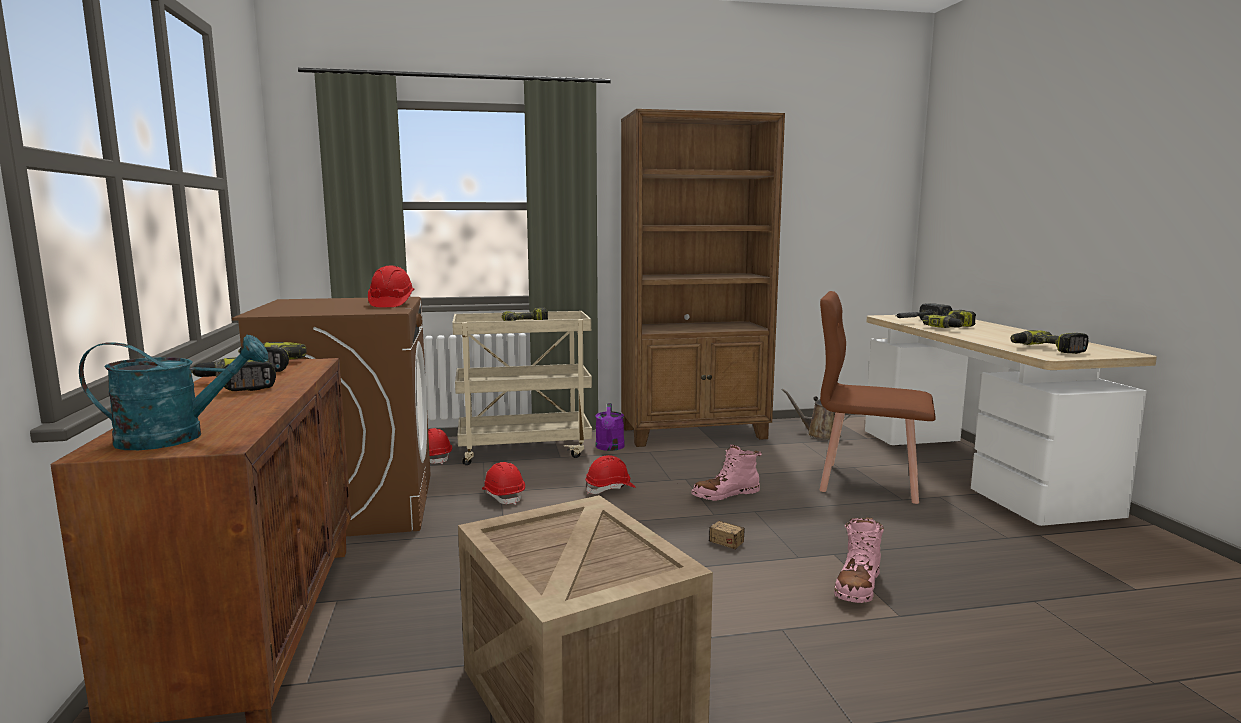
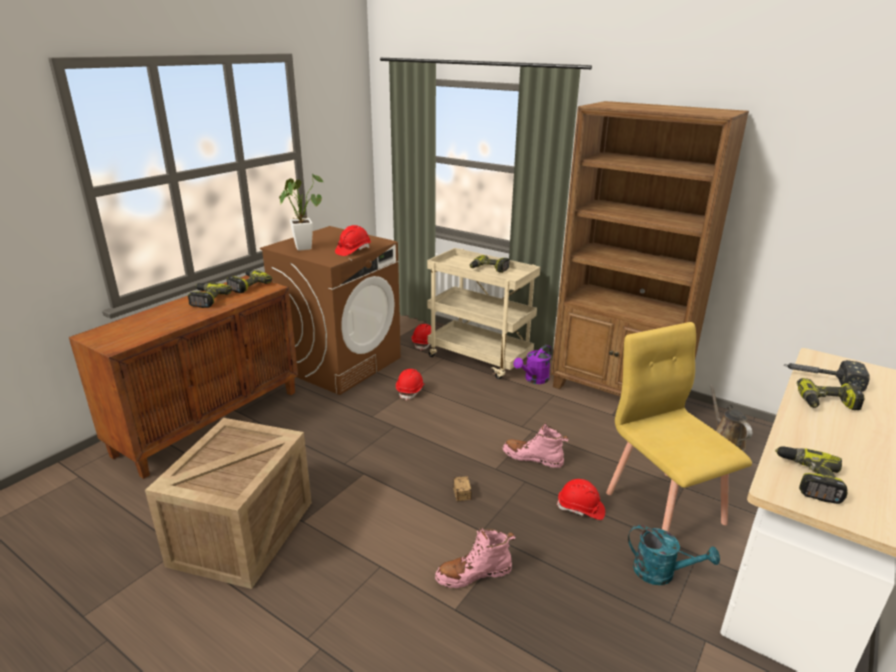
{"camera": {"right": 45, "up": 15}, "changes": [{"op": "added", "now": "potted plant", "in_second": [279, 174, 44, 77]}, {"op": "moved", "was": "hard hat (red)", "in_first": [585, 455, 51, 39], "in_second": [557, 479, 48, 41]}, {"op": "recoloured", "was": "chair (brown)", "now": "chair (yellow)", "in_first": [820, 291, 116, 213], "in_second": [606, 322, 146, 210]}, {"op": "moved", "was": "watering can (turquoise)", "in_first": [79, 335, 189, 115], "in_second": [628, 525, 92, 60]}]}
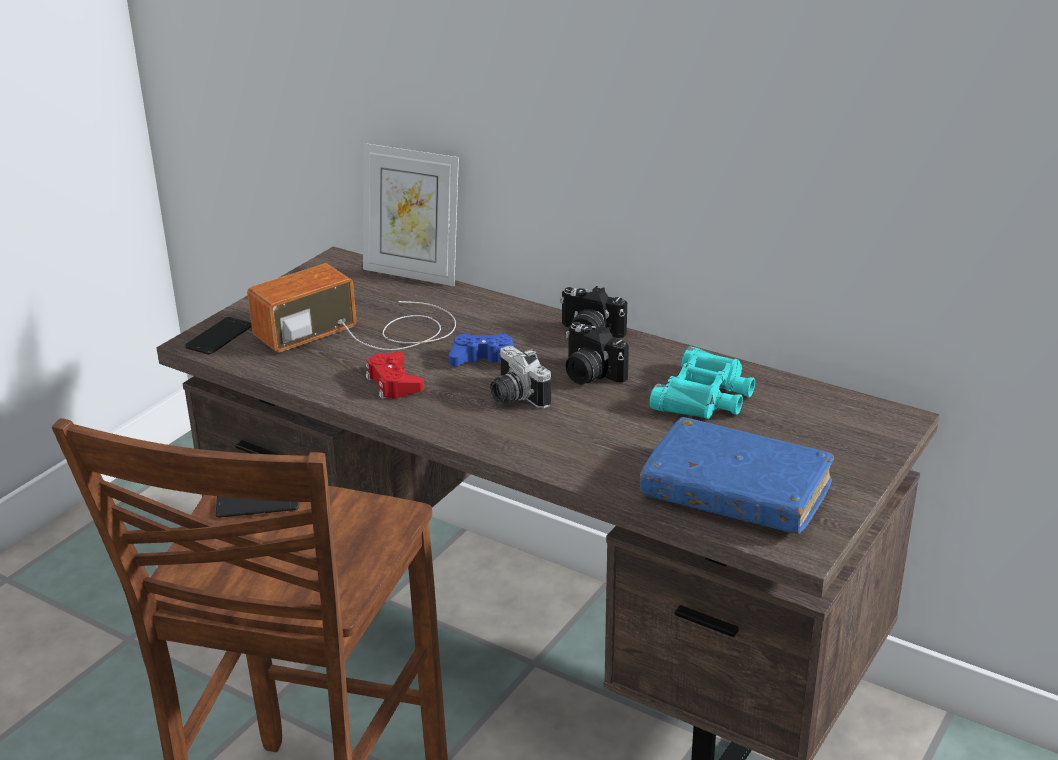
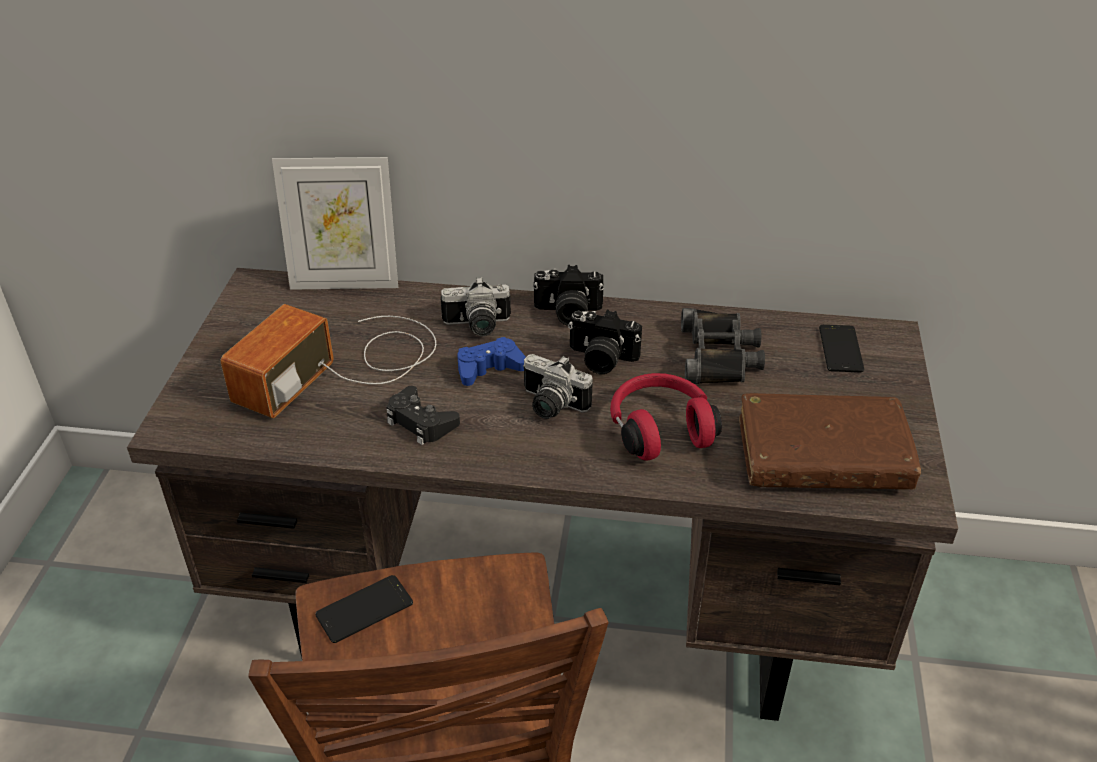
{"camera": {"right": -25, "up": 10}, "changes": [{"op": "recoloured", "was": "game controller (red)", "now": "game controller (black)", "in_first": [366, 352, 58, 47], "in_second": [386, 386, 74, 59]}, {"op": "added", "now": "photo camera", "in_second": [441, 277, 70, 59]}, {"op": "added", "now": "headphones (red)", "in_second": [610, 373, 112, 88]}, {"op": "recoloured", "was": "binoculars (turquoise)", "now": "binoculars (black)", "in_first": [650, 346, 105, 73], "in_second": [681, 308, 84, 76]}, {"op": "recoloured", "was": "book (blue)", "now": "book (brown)", "in_first": [640, 417, 194, 117], "in_second": [739, 393, 182, 96]}, {"op": "moved", "was": "phone", "in_first": [185, 317, 67, 38], "in_second": [819, 325, 45, 48]}]}
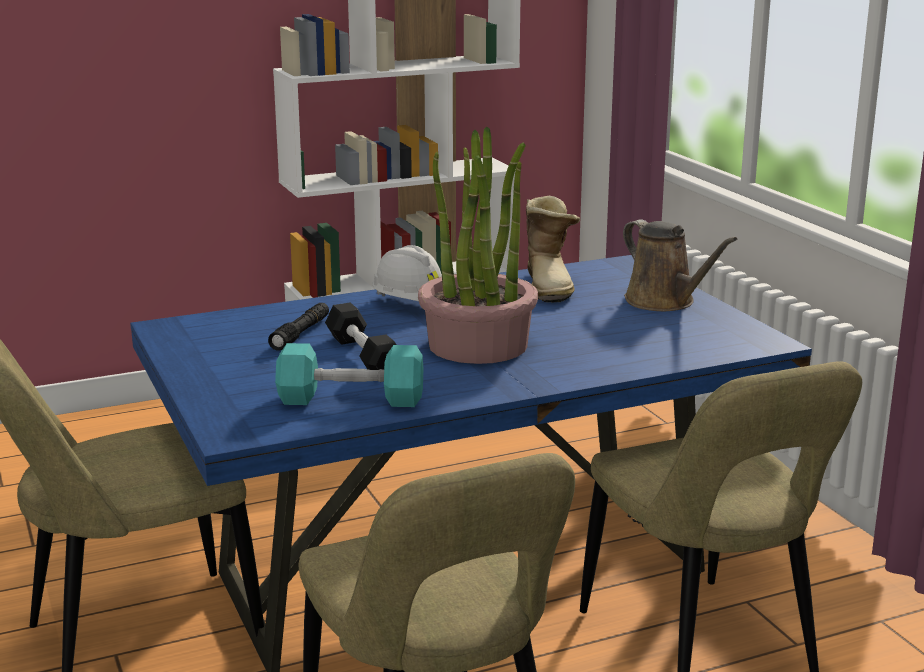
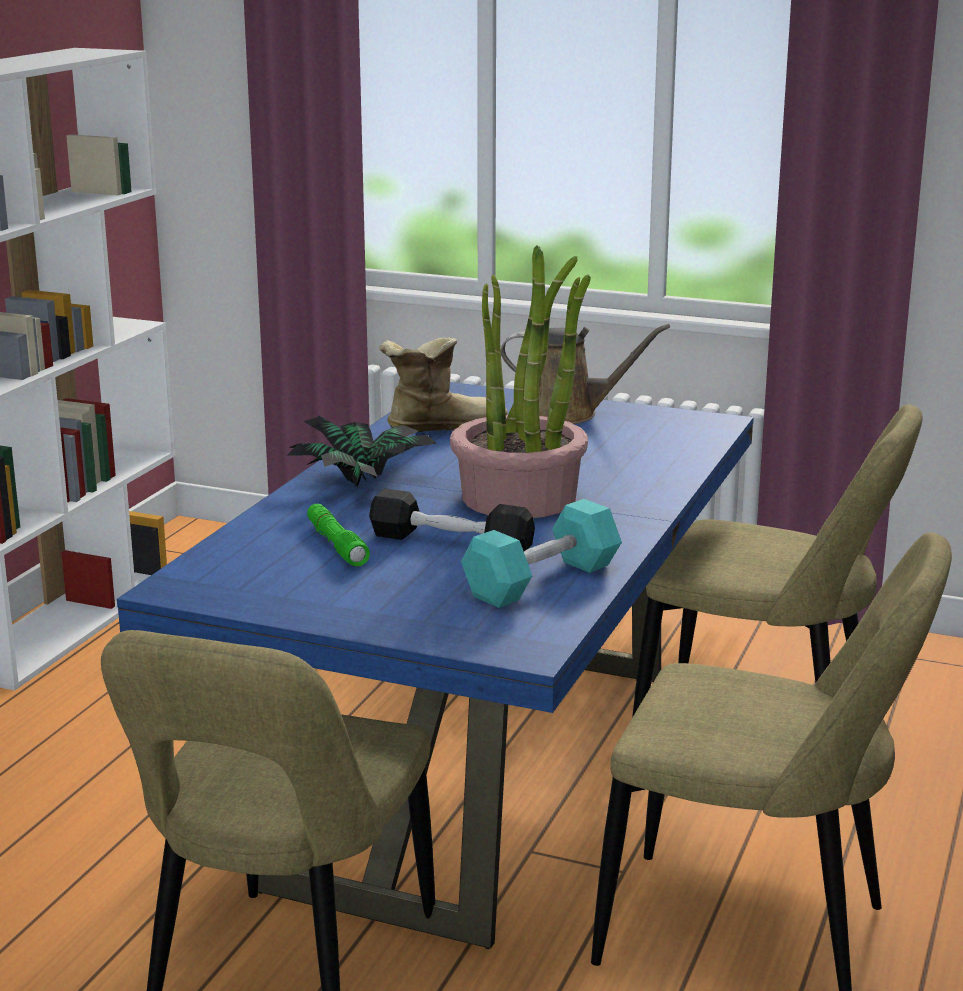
{"camera": {"right": -45, "up": 0}, "changes": [{"op": "replaced", "was": "hard hat (white)", "now": "potted plant", "in_first": [372, 245, 70, 56], "in_second": [287, 415, 150, 72]}, {"op": "recoloured", "was": "flashlight (black)", "now": "flashlight (green)", "in_first": [268, 303, 61, 48], "in_second": [307, 504, 63, 62]}, {"op": "turned", "was": "boot", "in_first": [526, 196, 54, 107], "in_second": [379, 337, 129, 95], "clockwise": -60}]}
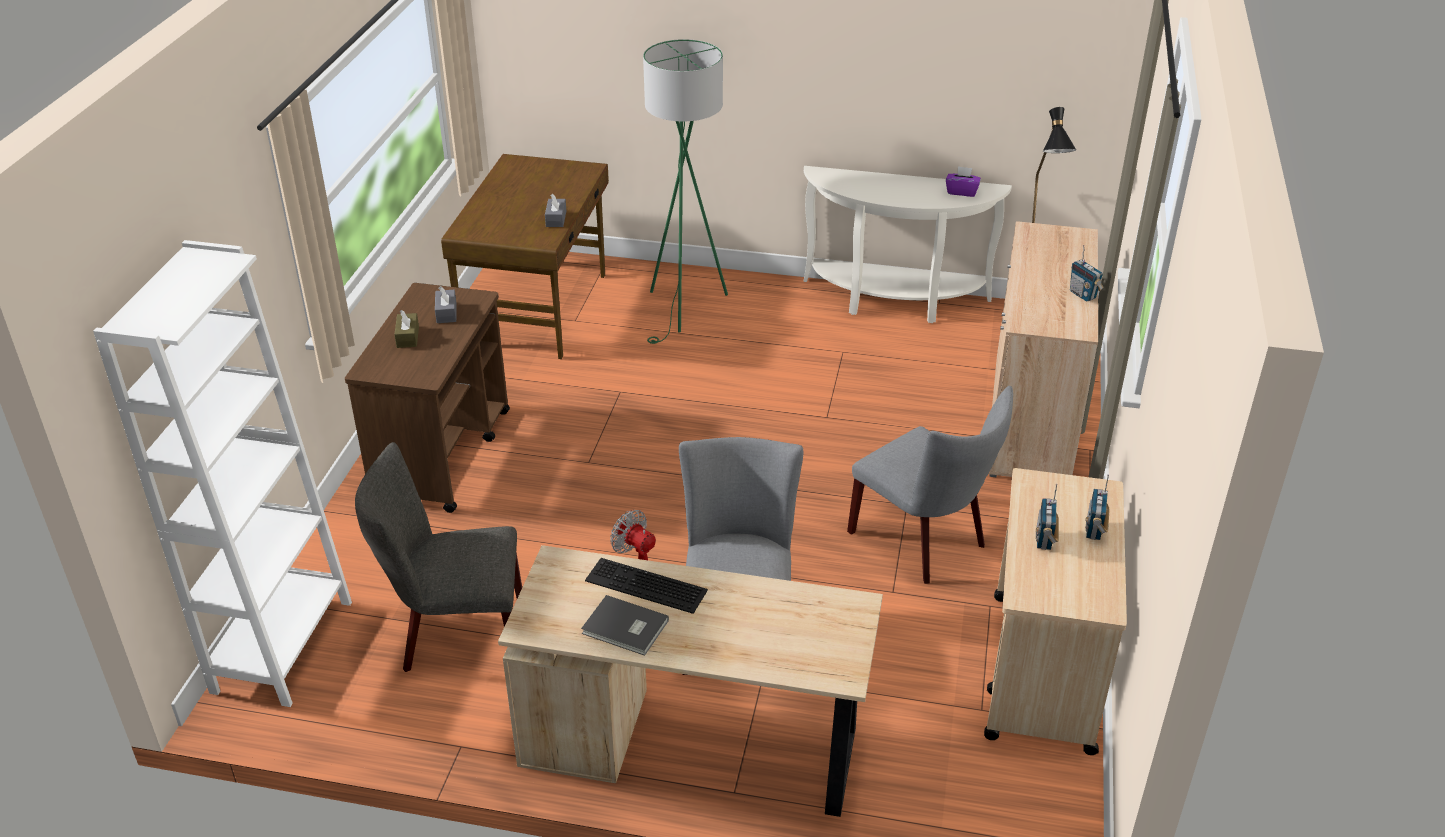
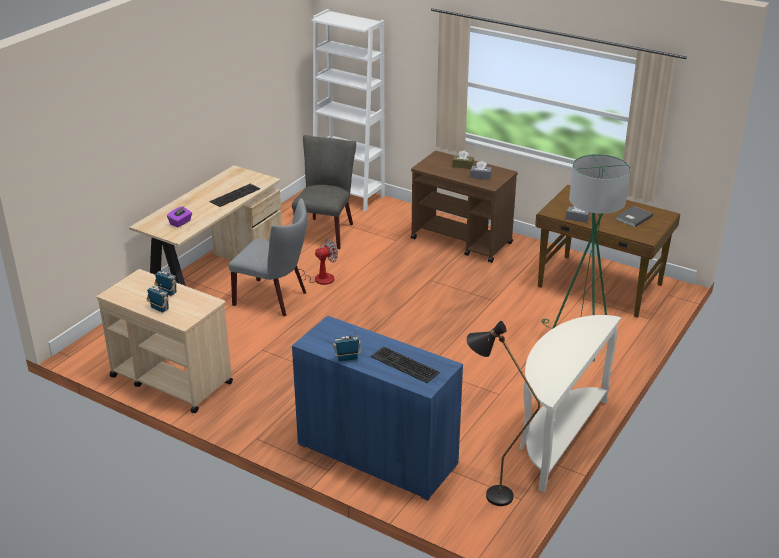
{"camera": {"right": 110, "up": -5}, "changes": [{"op": "moved", "was": "tissue box (purple)", "in_first": [946, 166, 35, 31], "in_second": [167, 206, 25, 21]}, {"op": "recoloured", "was": "cabinet (beige)", "now": "cabinet (blue)", "in_first": [988, 221, 110, 256], "in_second": [292, 315, 171, 186]}, {"op": "added", "now": "keyboard", "in_second": [371, 347, 69, 36]}, {"op": "moved", "was": "book (grey)", "in_first": [581, 595, 88, 61], "in_second": [615, 206, 38, 21]}, {"op": "removed", "was": "chair (grey)", "in_first": [847, 386, 166, 198]}]}
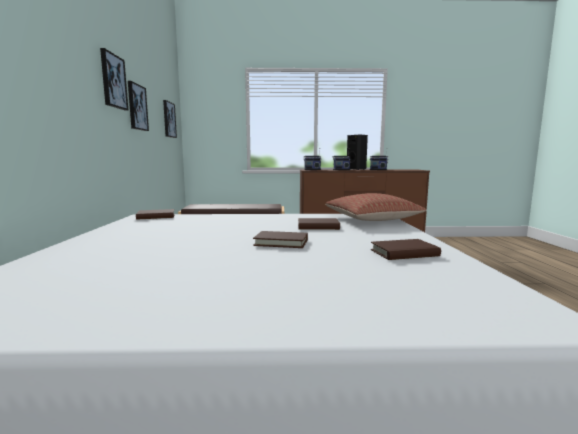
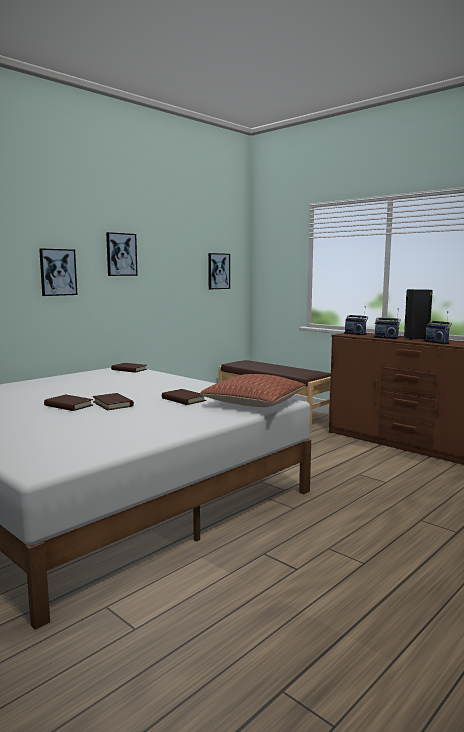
{"camera": {"right": 45, "up": 0}, "changes": [{"op": "moved", "was": "picture", "in_first": [128, 81, 21, 50], "in_second": [39, 248, 38, 48]}, {"op": "moved", "was": "book (brown)", "in_first": [371, 239, 70, 21], "in_second": [44, 394, 49, 17]}]}
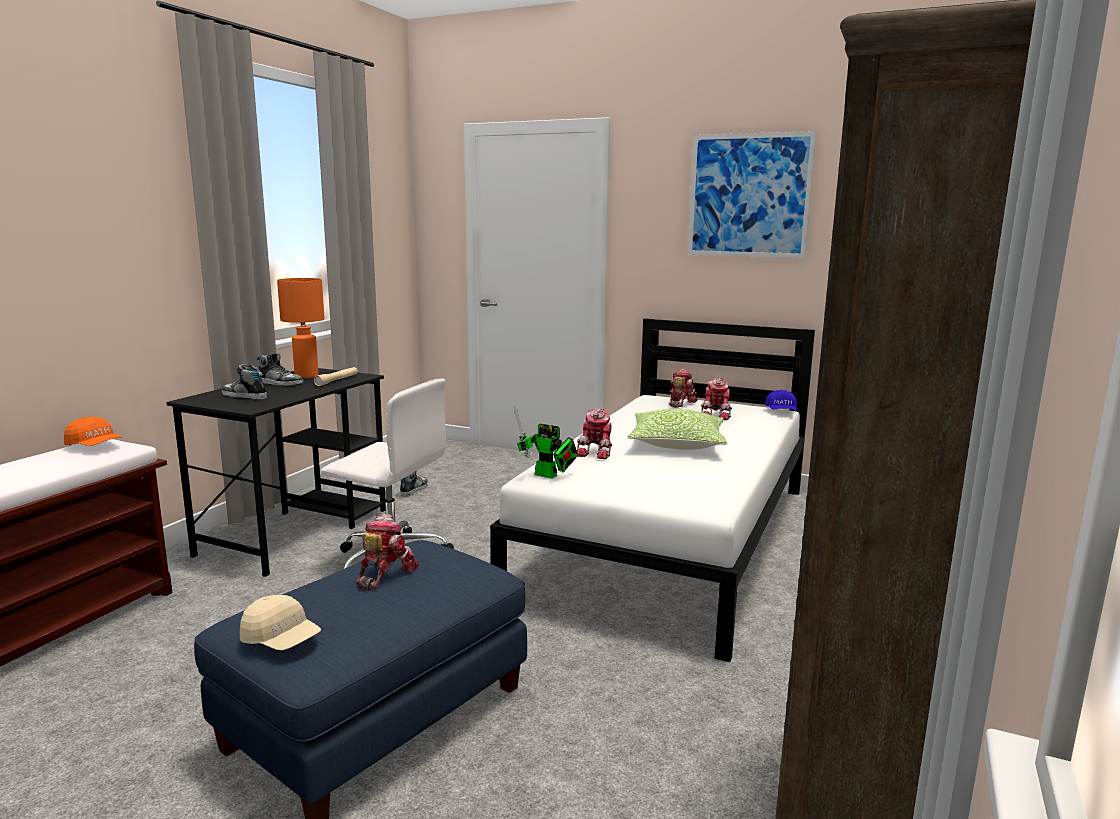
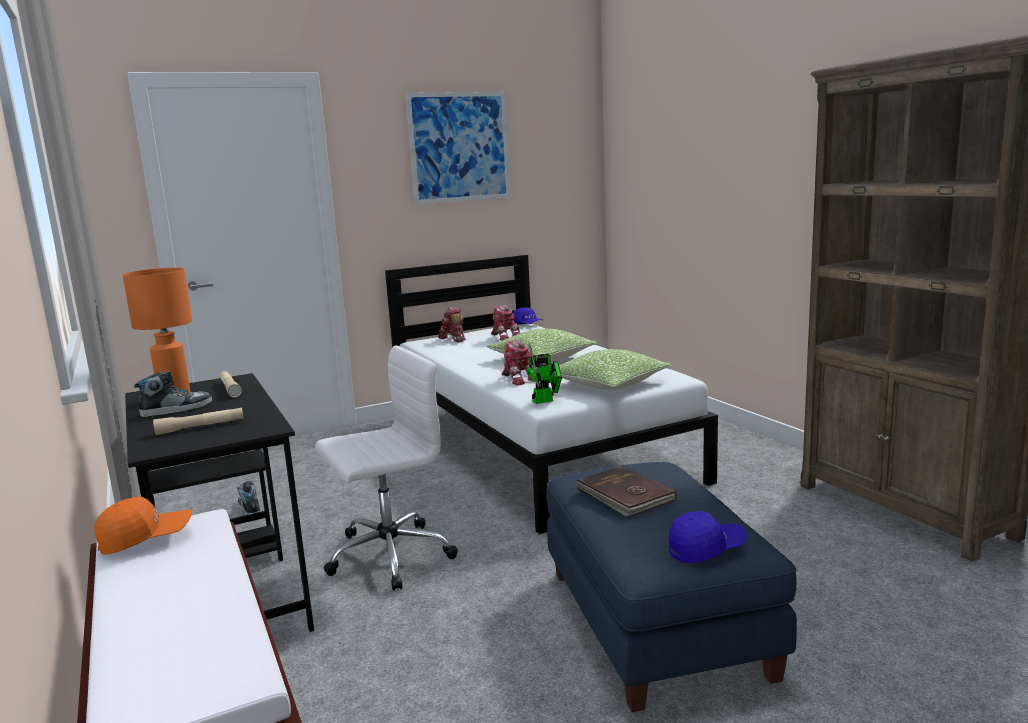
{"camera": {"right": -50, "up": 0}, "changes": [{"op": "replaced", "was": "shoe", "now": "flashlight (beige)", "in_first": [222, 364, 45, 35], "in_second": [153, 407, 91, 28]}, {"op": "added", "now": "pillow", "in_second": [559, 349, 113, 40]}, {"op": "replaced", "was": "toy robot", "now": "book (brown)", "in_first": [356, 514, 64, 77], "in_second": [576, 466, 101, 51]}, {"op": "recoloured", "was": "cap (beige)", "now": "cap (blue)", "in_first": [240, 595, 81, 56], "in_second": [669, 511, 78, 52]}]}
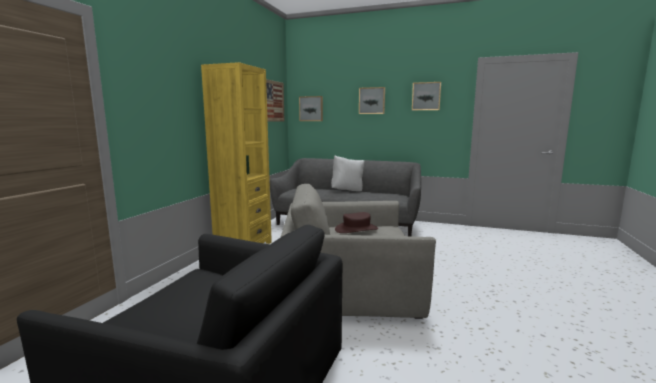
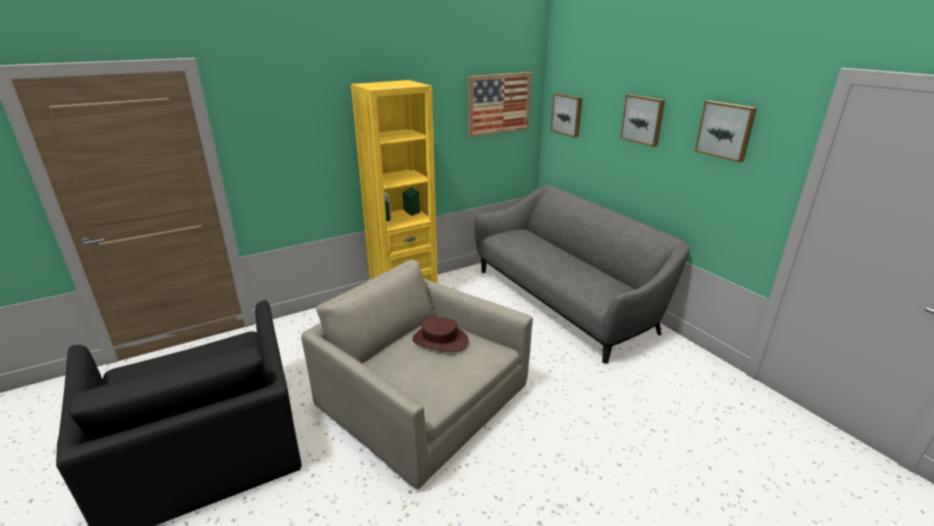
{"camera": {"right": 40, "up": 15}, "changes": [{"op": "removed", "was": "pillow (white)", "in_first": [331, 155, 33, 36]}]}
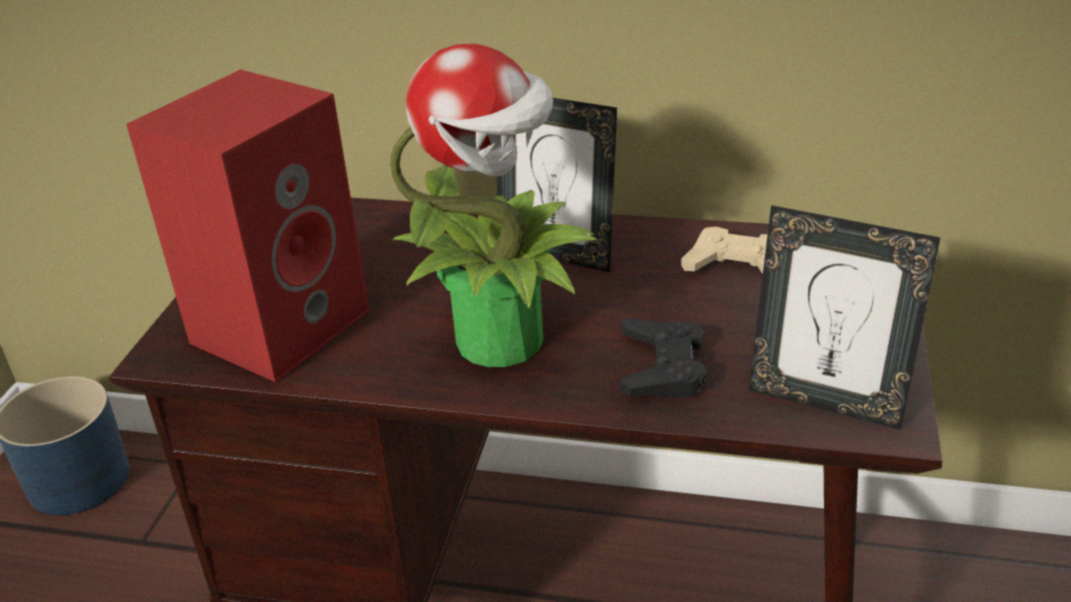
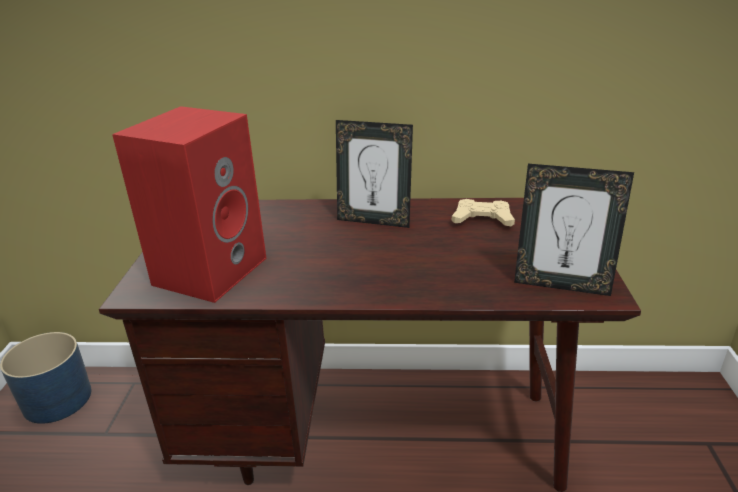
{"camera": {"right": -10, "up": -5}, "changes": [{"op": "removed", "was": "potted plant", "in_first": [390, 44, 208, 323]}, {"op": "removed", "was": "game controller (black)", "in_first": [619, 318, 88, 80]}]}
